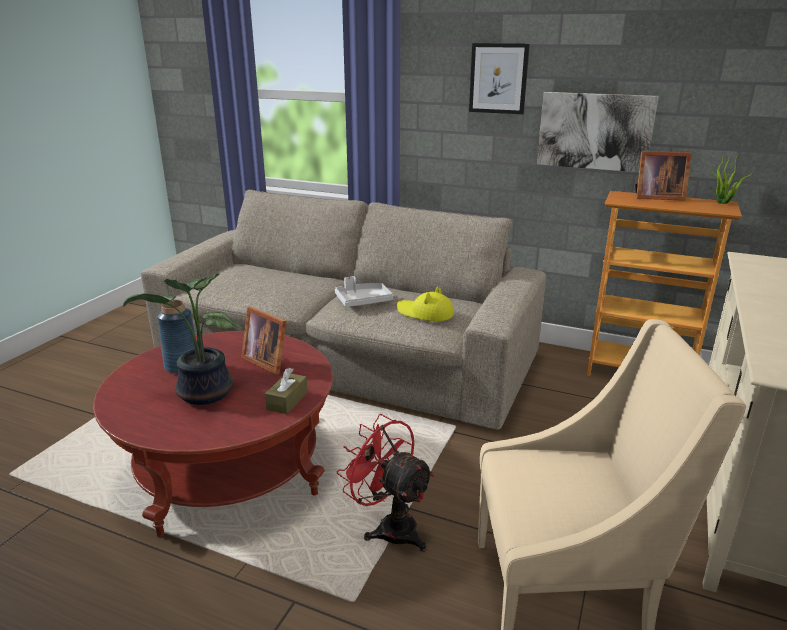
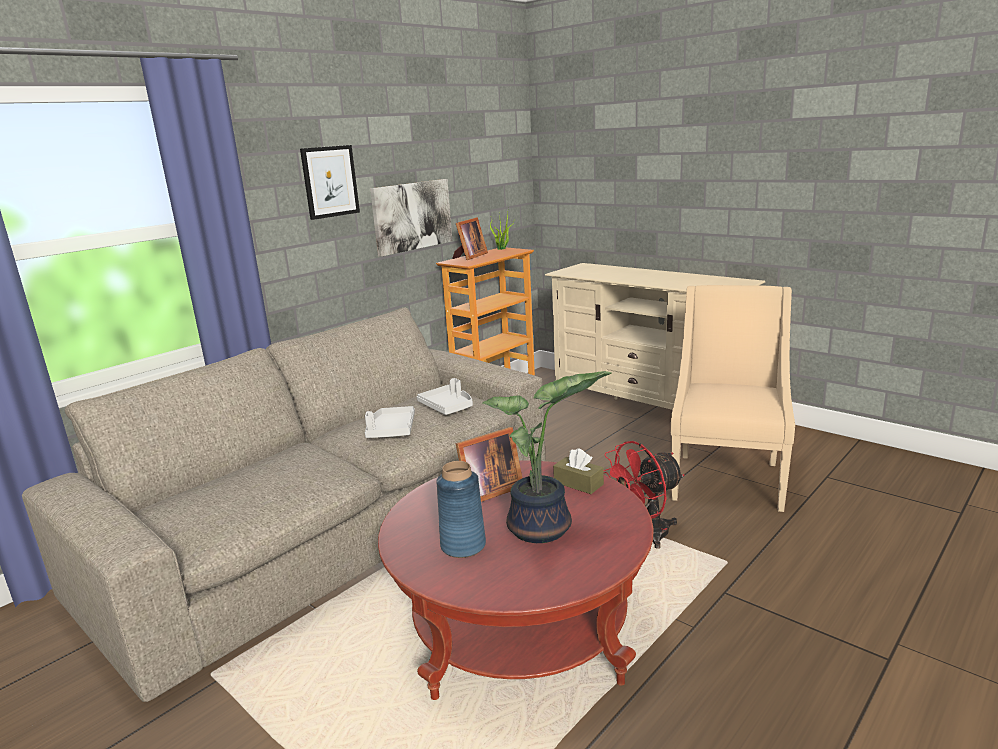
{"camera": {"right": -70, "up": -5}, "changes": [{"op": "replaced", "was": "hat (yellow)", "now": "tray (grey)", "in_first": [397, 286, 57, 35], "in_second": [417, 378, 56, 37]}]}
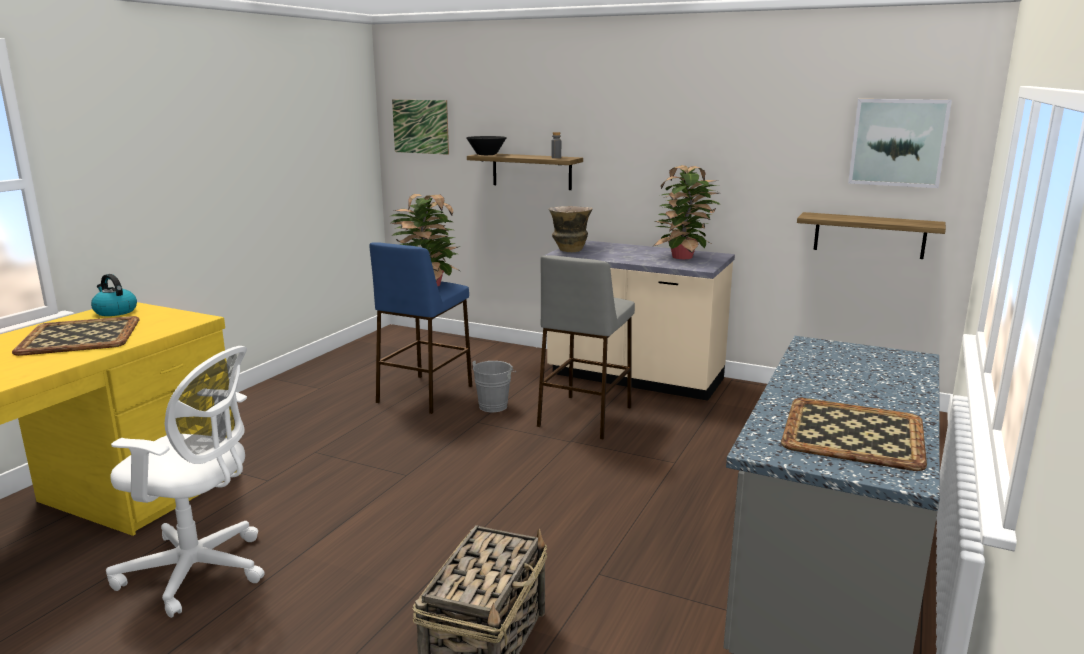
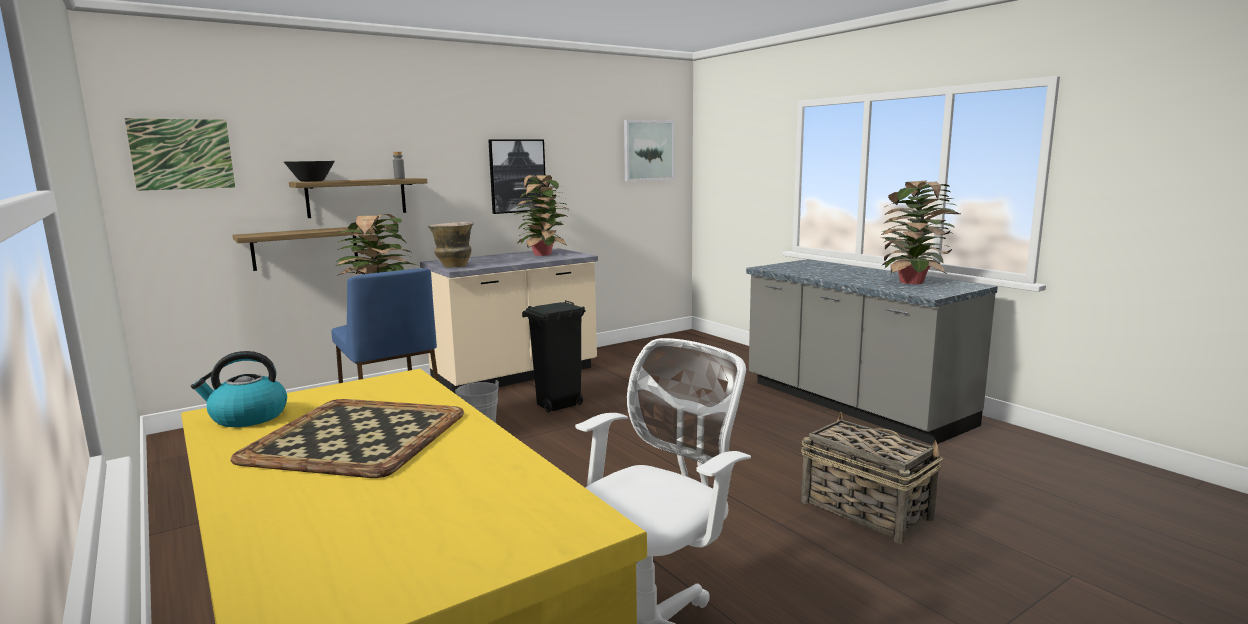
{"camera": {"right": -60, "up": -5}, "changes": [{"op": "moved", "was": "shelf", "in_first": [797, 212, 149, 47], "in_second": [233, 227, 142, 44]}, {"op": "added", "now": "picture", "in_second": [488, 140, 58, 74]}, {"op": "replaced", "was": "stool (grey)", "now": "trash can (black)", "in_first": [537, 255, 98, 184], "in_second": [522, 300, 64, 113]}, {"op": "replaced", "was": "tray", "now": "potted plant", "in_first": [781, 398, 146, 73], "in_second": [881, 180, 79, 104]}]}
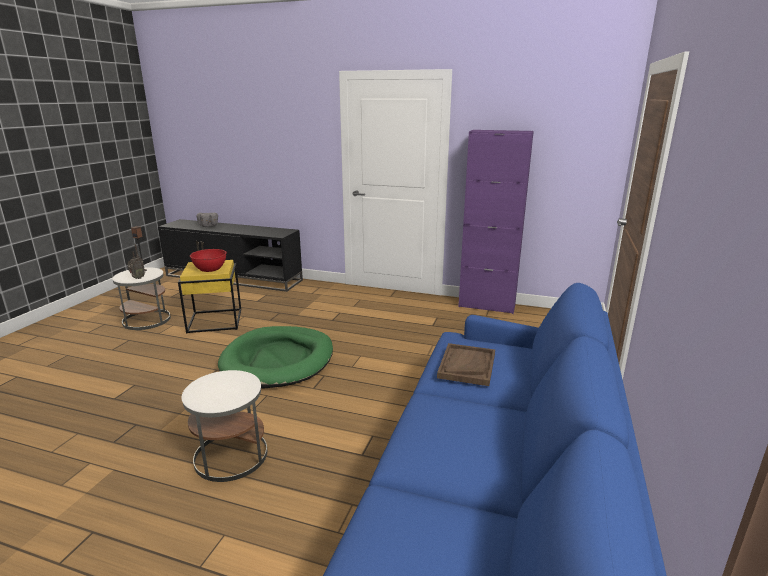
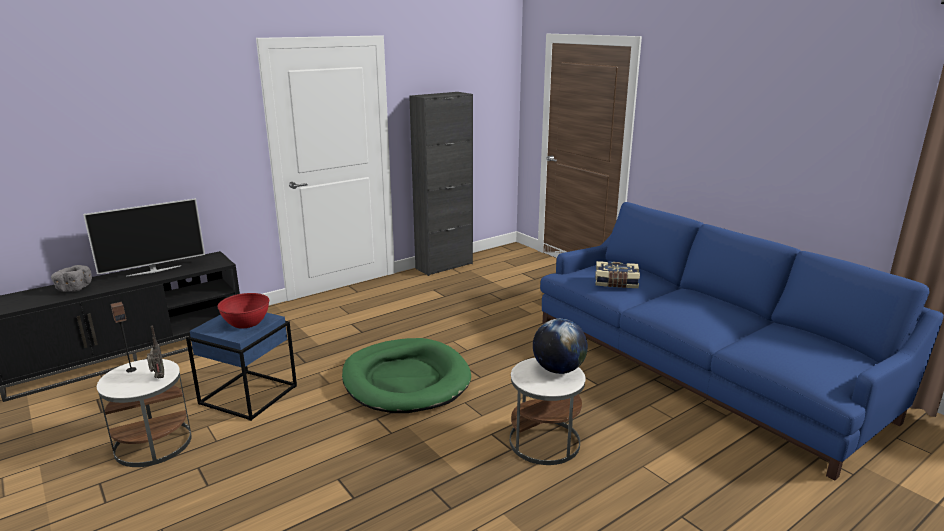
{"camera": {"right": -55, "up": 0}, "changes": [{"op": "added", "now": "television", "in_second": [83, 198, 122, 79]}, {"op": "recoloured", "was": "side table (yellow)", "now": "side table (blue)", "in_first": [178, 260, 63, 74], "in_second": [186, 313, 111, 108]}, {"op": "recoloured", "was": "cabinet (purple)", "now": "cabinet (black)", "in_first": [458, 130, 76, 184], "in_second": [409, 92, 64, 184]}, {"op": "added", "now": "globe", "in_second": [533, 319, 55, 55]}, {"op": "replaced", "was": "tray (brown)", "now": "book", "in_first": [437, 343, 58, 43], "in_second": [595, 261, 45, 27]}]}
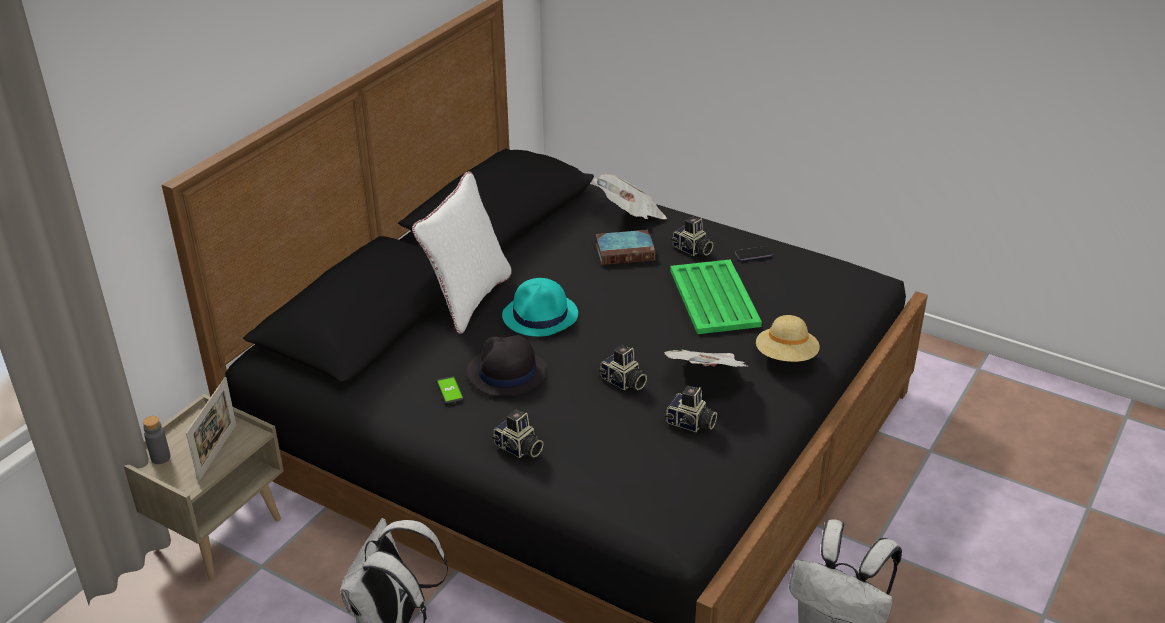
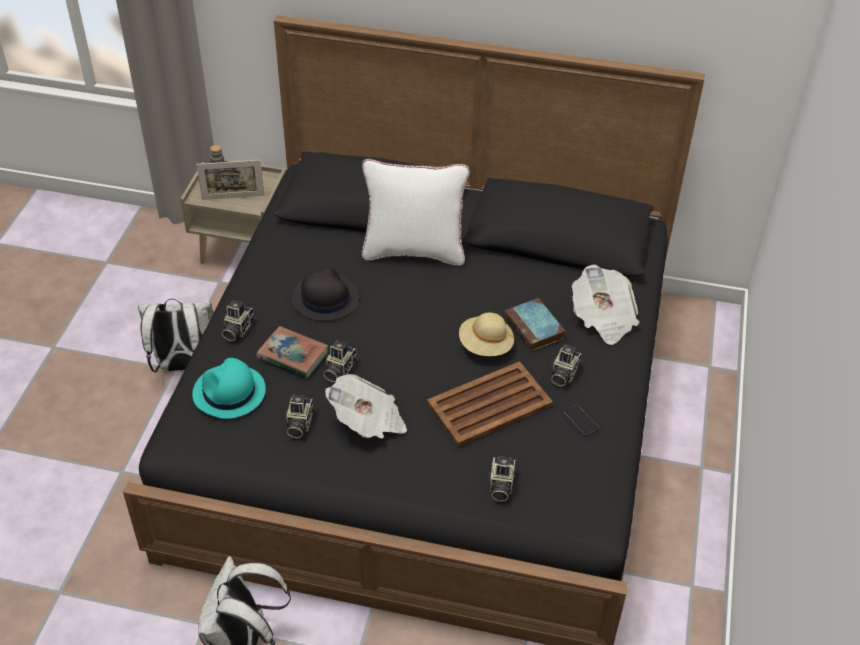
{"camera": {"right": 70, "up": 10}, "changes": [{"op": "moved", "was": "hat (turquoise)", "in_first": [502, 278, 76, 59], "in_second": [192, 358, 74, 61]}, {"op": "added", "now": "book", "in_second": [257, 326, 72, 53]}, {"op": "recoloured", "was": "tray (green)", "now": "tray (brown)", "in_first": [670, 259, 92, 75], "in_second": [427, 361, 126, 86]}, {"op": "moved", "was": "hat (beige)", "in_first": [756, 315, 64, 47], "in_second": [459, 312, 55, 44]}, {"op": "added", "now": "photo camera", "in_second": [487, 456, 28, 46]}, {"op": "removed", "was": "phone", "in_first": [436, 376, 28, 28]}]}
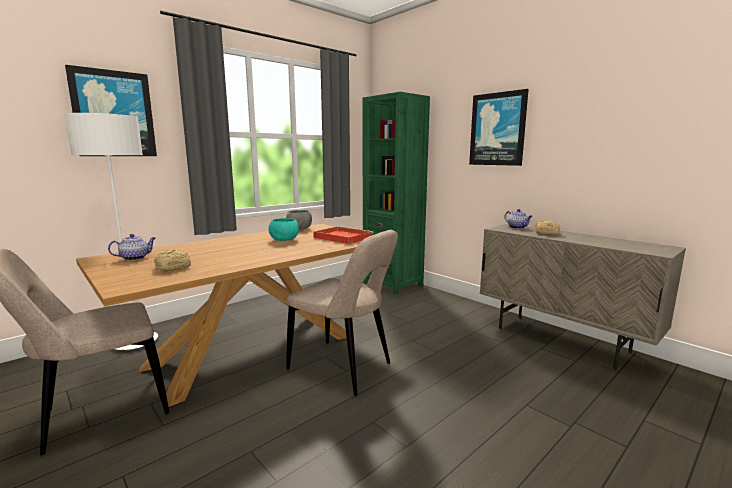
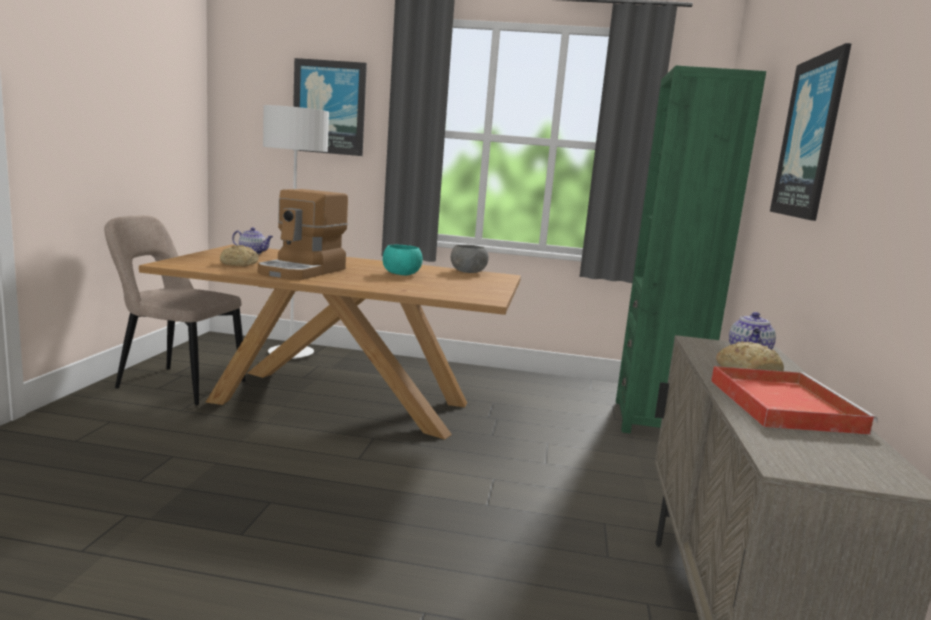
{"camera": {"right": 50, "up": 0}, "changes": [{"op": "added", "now": "coffee machine", "in_second": [258, 189, 90, 91]}, {"op": "moved", "was": "tray (red)", "in_first": [313, 226, 60, 18], "in_second": [711, 366, 167, 69]}, {"op": "removed", "was": "chair (beige)", "in_first": [286, 230, 112, 166]}]}
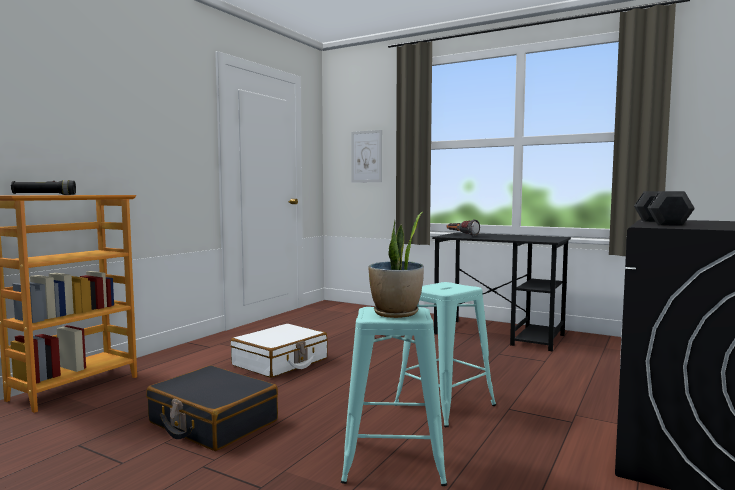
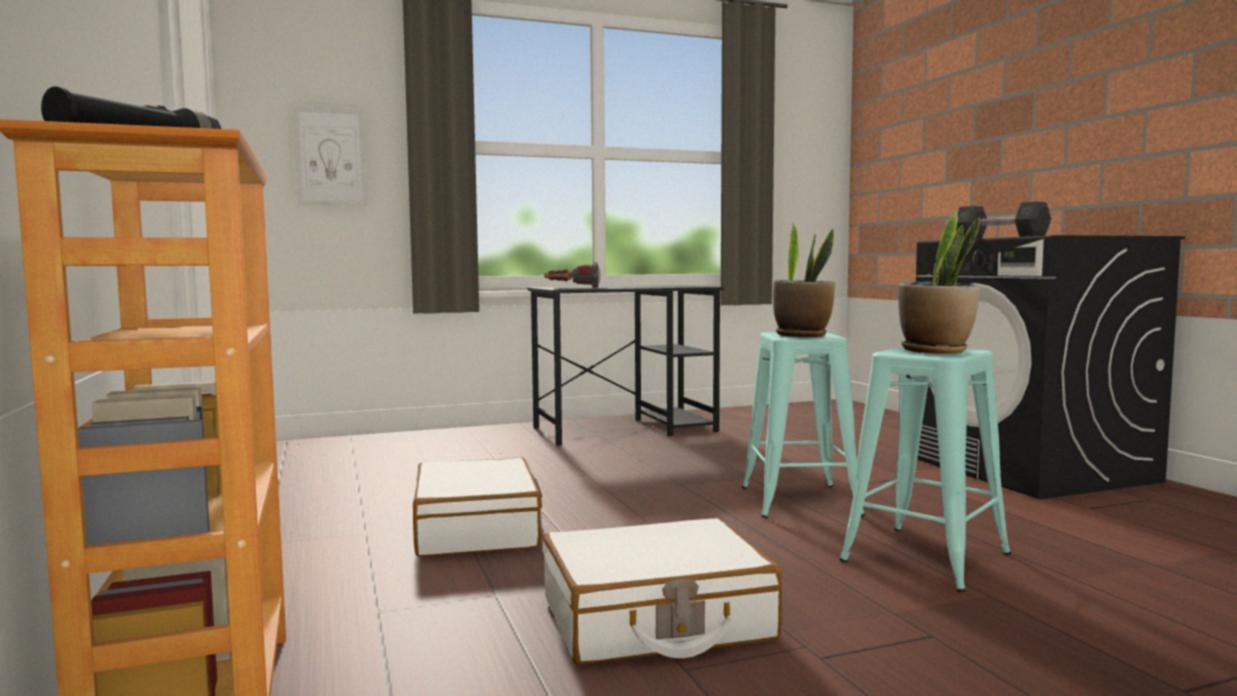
{"camera": {"right": -50, "up": 0}, "changes": [{"op": "recoloured", "was": "suitcase (black)", "now": "suitcase (white)", "in_first": [146, 365, 132, 86], "in_second": [543, 518, 239, 147]}, {"op": "added", "now": "potted plant", "in_second": [773, 223, 62, 114]}]}
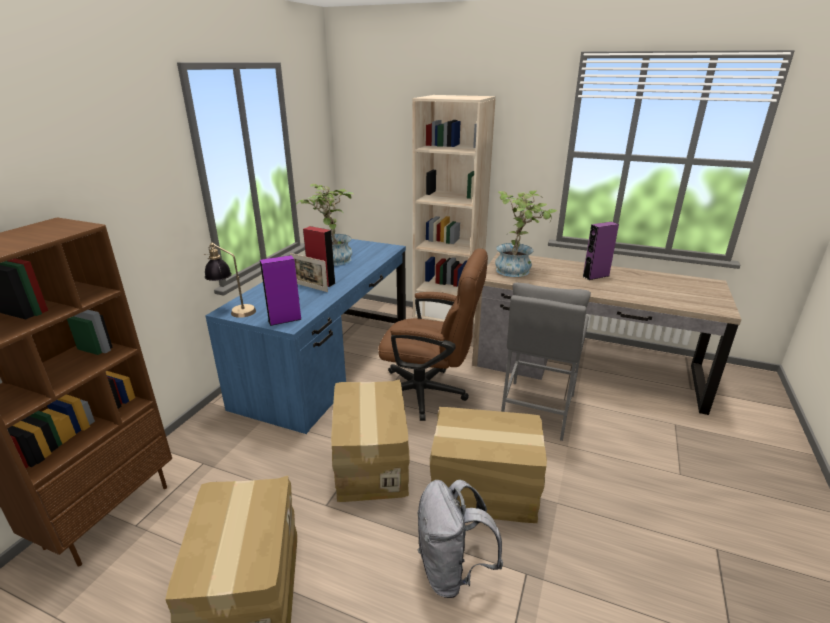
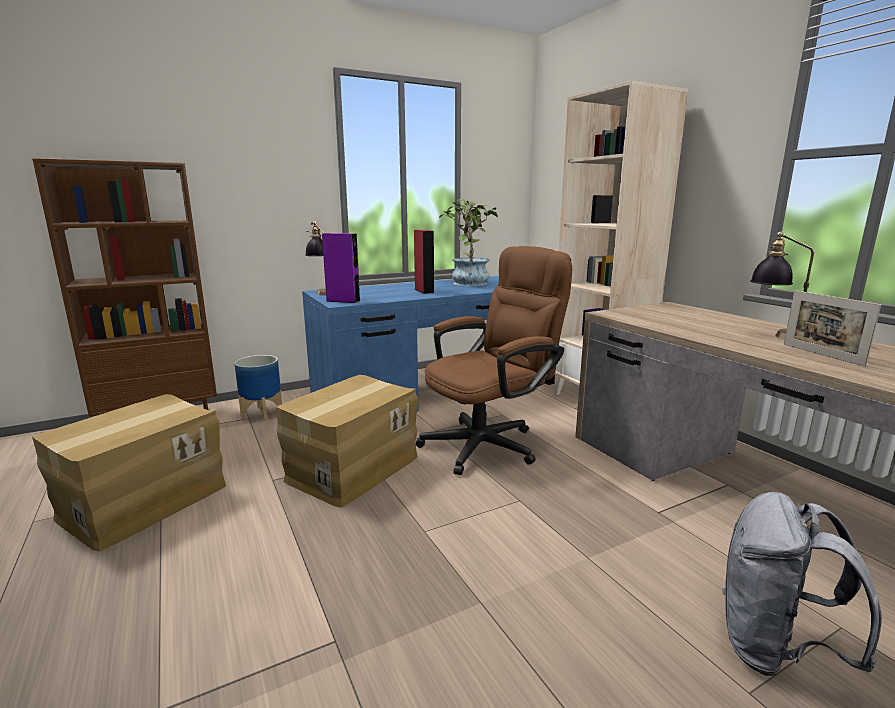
{"camera": {"right": 40, "up": -10}, "changes": [{"op": "added", "now": "planter", "in_second": [234, 355, 48, 66]}, {"op": "turned", "was": "office chair (brown)", "in_first": [378, 248, 110, 173], "in_second": [416, 246, 157, 229], "clockwise": -90}, {"op": "moved", "was": "backpack (grey)", "in_first": [418, 480, 85, 118], "in_second": [722, 492, 160, 184]}, {"op": "replaced", "was": "speaker (purple)", "now": "table lamp", "in_first": [582, 222, 37, 58], "in_second": [750, 231, 64, 109]}, {"op": "moved", "was": "picture frame", "in_first": [290, 253, 38, 39], "in_second": [784, 290, 97, 77]}, {"op": "removed", "was": "cardboard box", "in_first": [430, 407, 117, 116]}, {"op": "removed", "was": "potted plant", "in_first": [495, 190, 63, 87]}, {"op": "removed", "was": "stool (grey)", "in_first": [501, 283, 90, 158]}]}
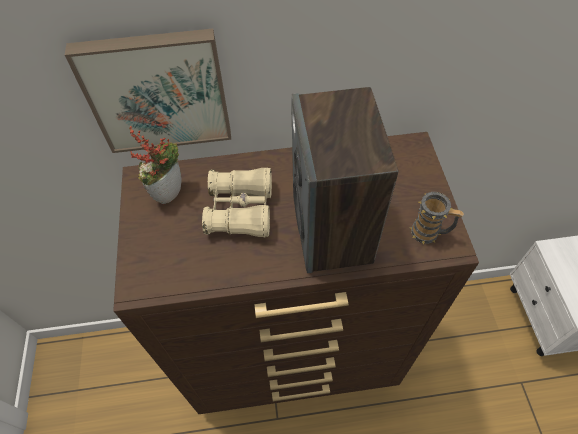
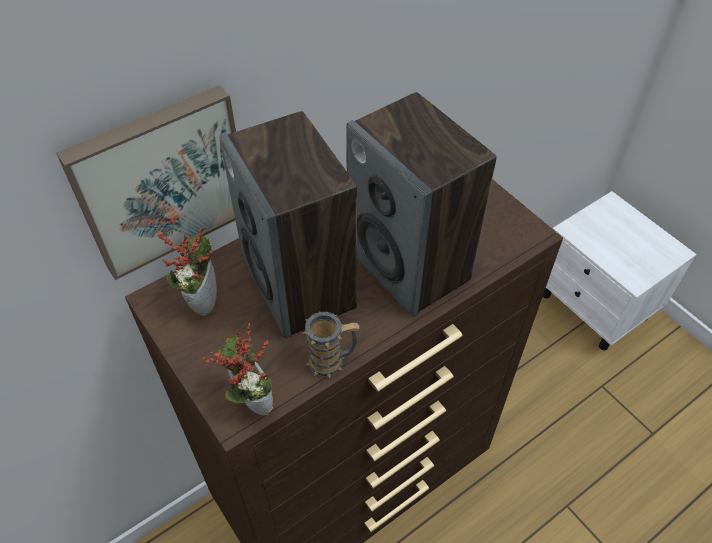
{"camera": {"right": -30, "up": -5}, "changes": [{"op": "added", "now": "potted plant", "in_second": [203, 323, 70, 92]}, {"op": "replaced", "was": "binoculars (beige)", "now": "speaker", "in_first": [202, 168, 70, 70], "in_second": [219, 111, 138, 228]}, {"op": "moved", "was": "mug", "in_first": [409, 192, 55, 52], "in_second": [303, 312, 56, 66]}]}
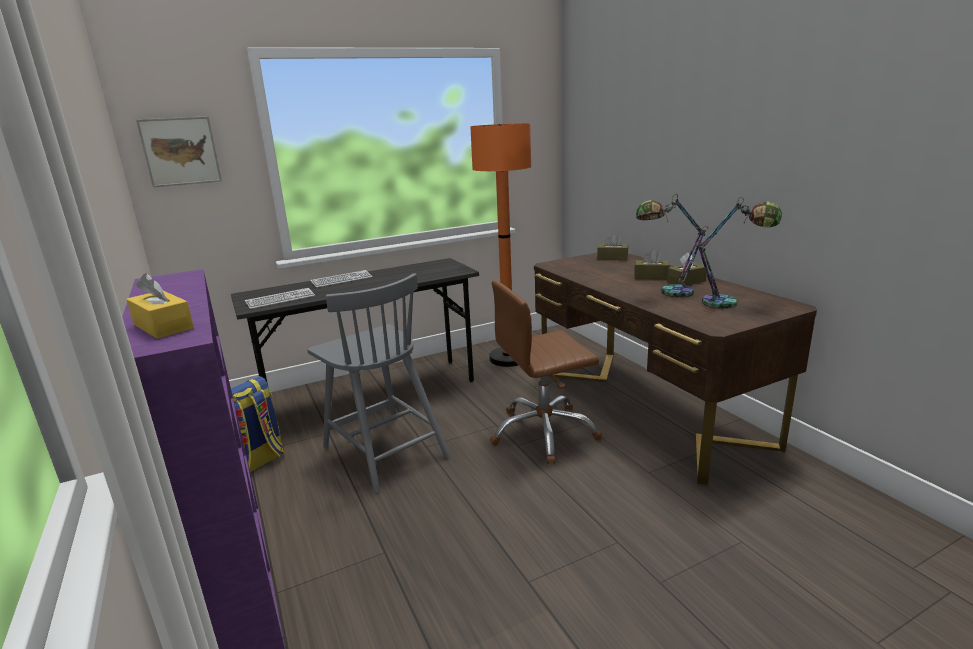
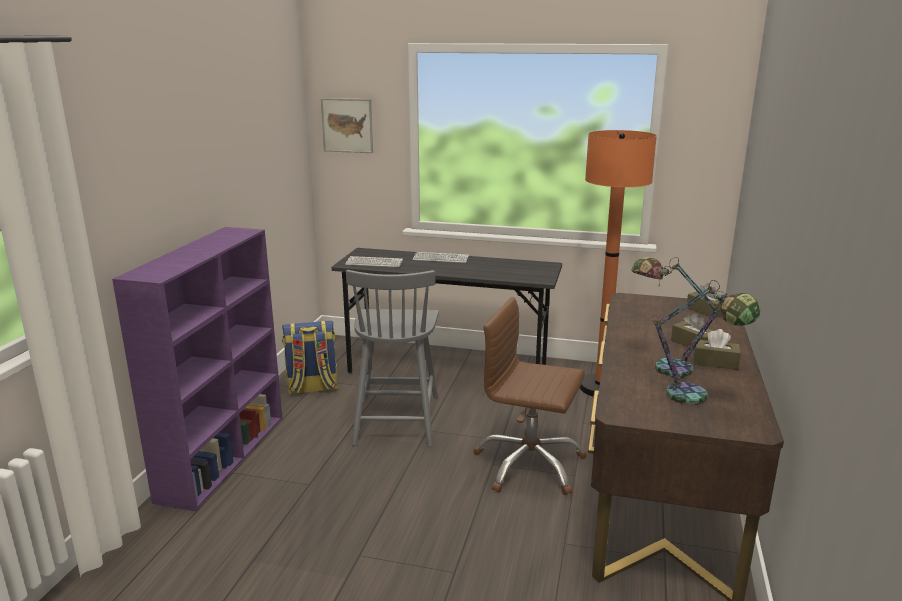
{"camera": {"right": 40, "up": 0}, "changes": [{"op": "removed", "was": "tissue box (yellow)", "in_first": [127, 273, 67, 66]}]}
